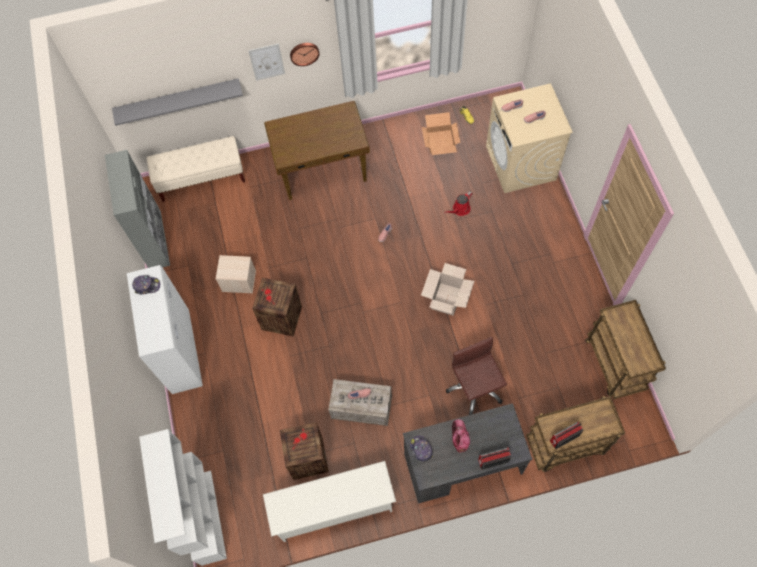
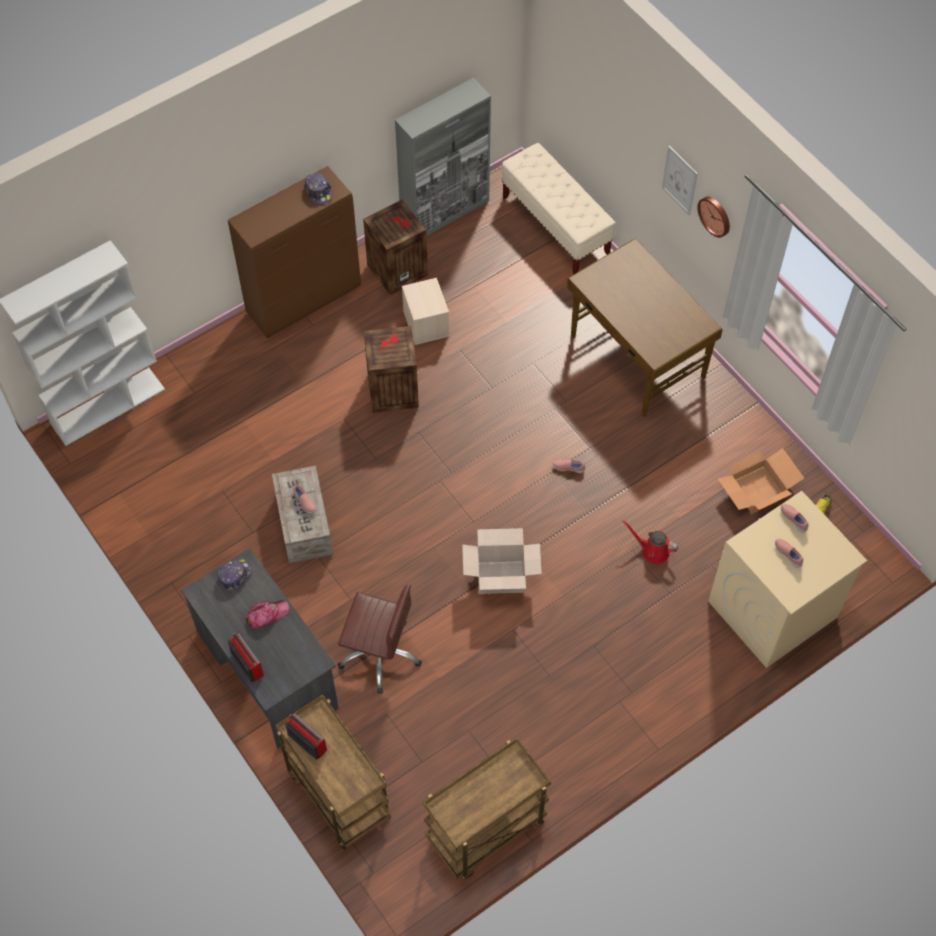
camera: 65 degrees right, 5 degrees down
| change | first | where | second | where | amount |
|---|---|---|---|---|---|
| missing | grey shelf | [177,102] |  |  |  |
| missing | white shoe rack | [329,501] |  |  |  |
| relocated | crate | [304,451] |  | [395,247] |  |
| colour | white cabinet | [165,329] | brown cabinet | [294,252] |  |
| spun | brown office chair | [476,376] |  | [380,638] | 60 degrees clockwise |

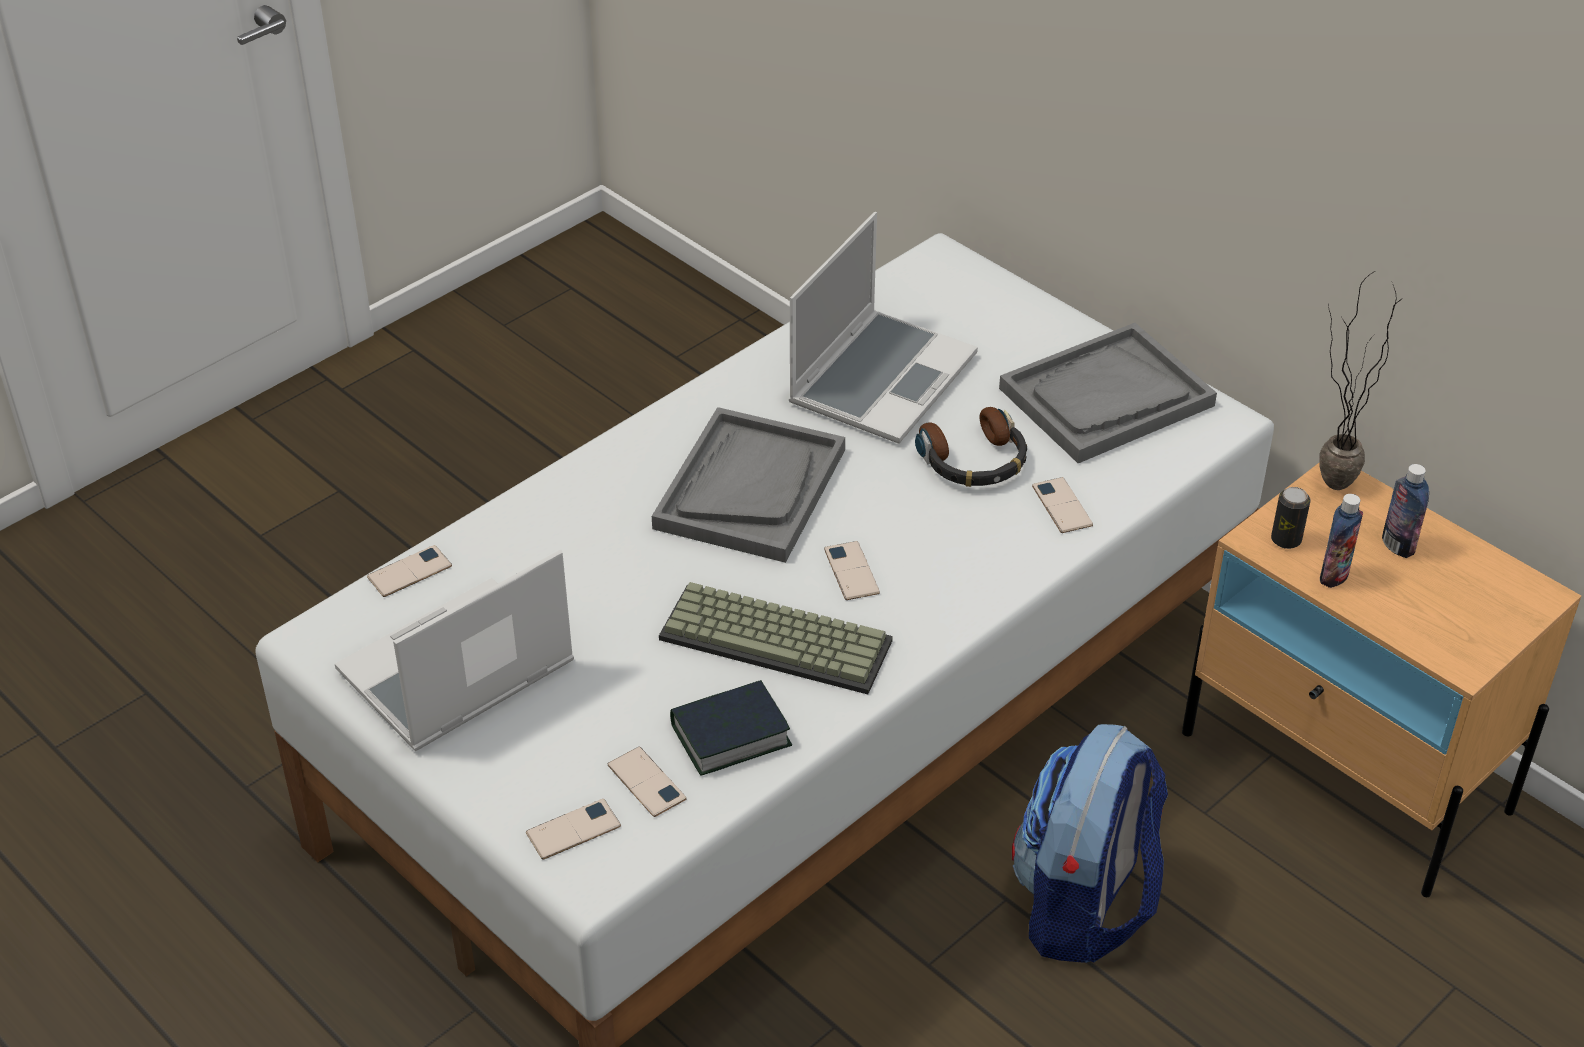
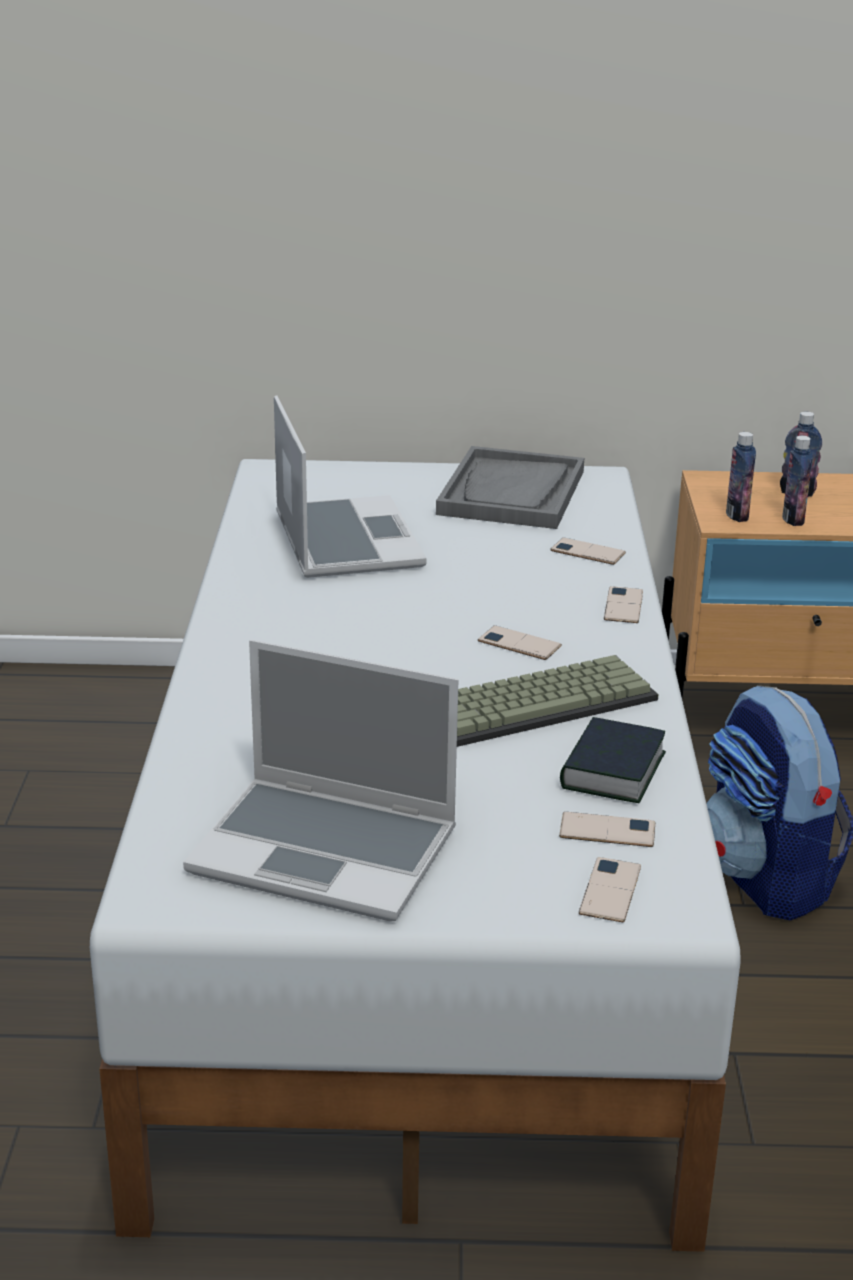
camera: 45 degrees left, 15 degrees down
| change | first | where | second | where | amount |
|---|---|---|---|---|---|
| missing | grey tray | [748,485] |  |  |  |
| missing | headphones | [971,447] |  |  |  |
| missing | potted plant | [1360,380] |  |  |  |
| relocated | phone | [409,571] |  | [623,604] |  |
| exchanged | can | [1290,518] | bottle | [741,477] |  |
| spun | laptop | [454,650] |  | [321,781] | 75 degrees counterclockwise |

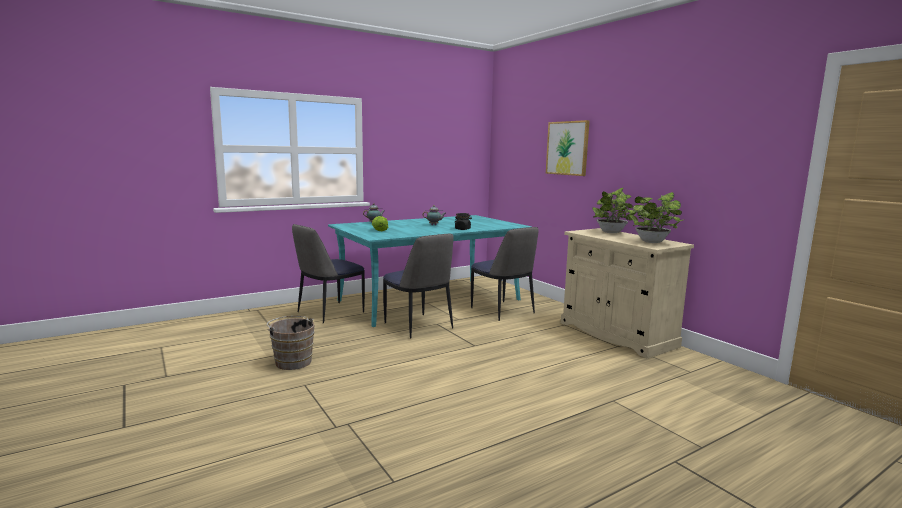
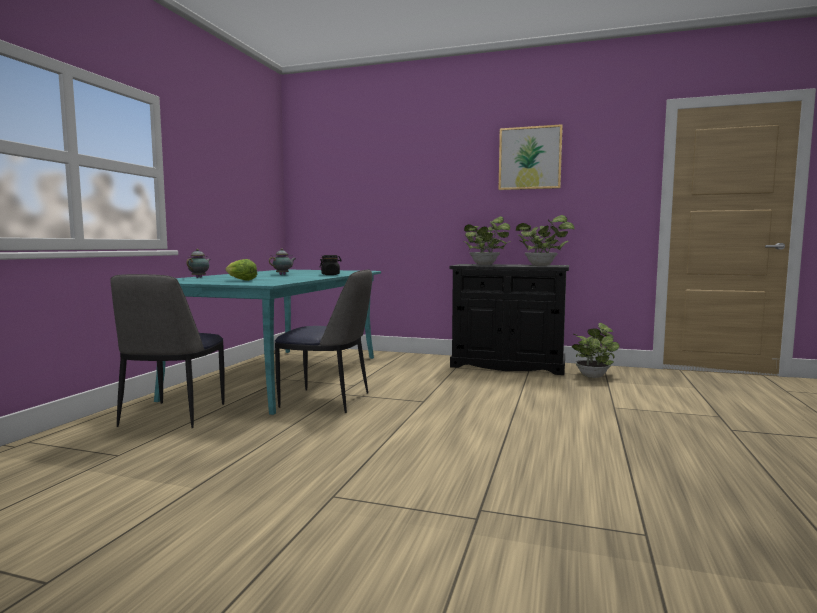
camera: 40 degrees left, 5 degrees down
| change | first | where | second | where | amount |
|---|---|---|---|---|---|
| missing | brown bucket | [290,343] |  |  |  |
| missing | chair | [505,274] |  |  |  |
| appeared |  |  | potted plant | [596,350] |  |
| relocated | picture | [568,148] |  | [530,157] |  |
| colour | beige cabinet | [627,293] | black cabinet | [509,319] |  |

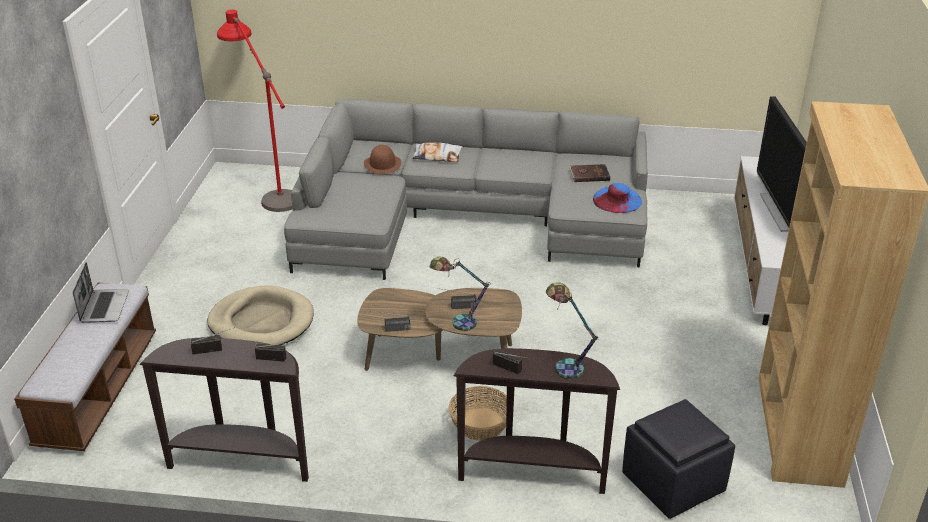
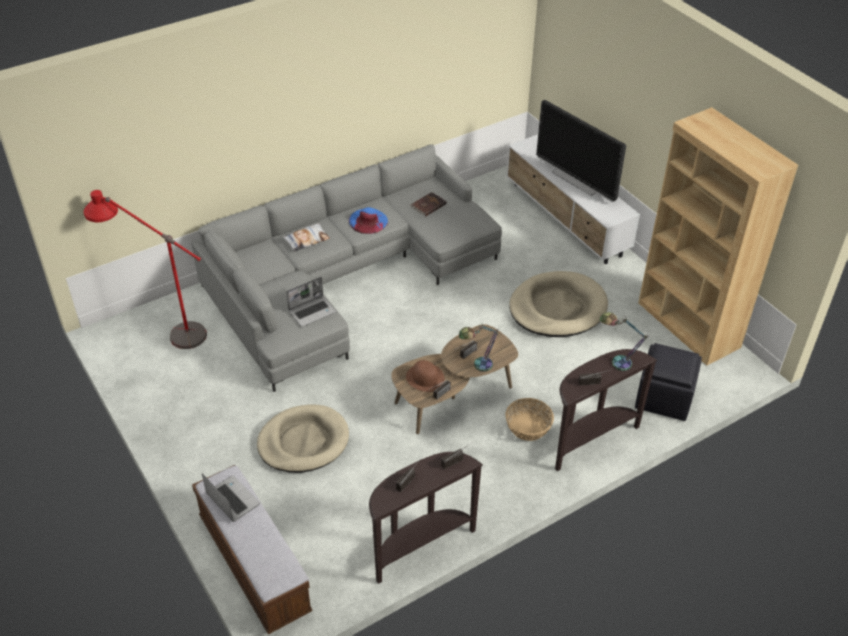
camera: 40 degrees left, 10 degrees up
| change | first | where | second | where | amount |
|---|---|---|---|---|---|
| appeared |  |  | laptop | [311,302] |  |
| appeared |  |  | beige dog bed | [558,304] |  |
| relocated | brown hat | [383,159] |  | [425,376] |  |
| relocated | blue hat | [617,198] |  | [368,220] |  |

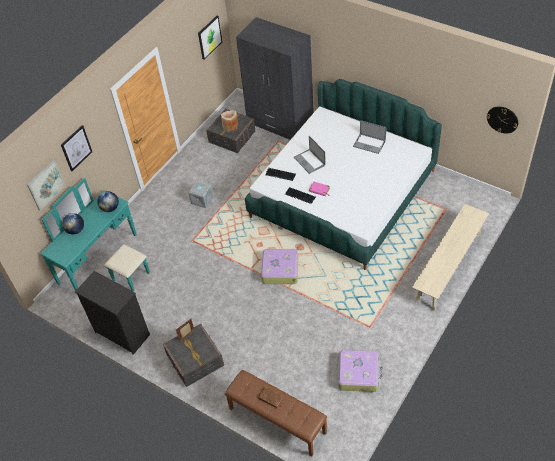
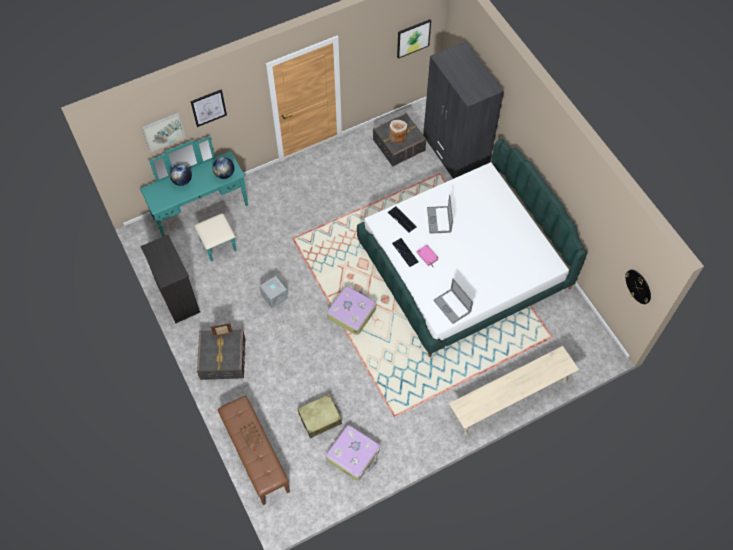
camera: 25 degrees right, 10 degrees up
| change | first | where | second | where | amount |
|---|---|---|---|---|---|
| appeared |  |  | beige suitcase | [319,416] |  |
| relocated | grey storage box | [200,194] |  | [274,292] |  |
| relocated | laptop | [369,137] |  | [453,301] |  |

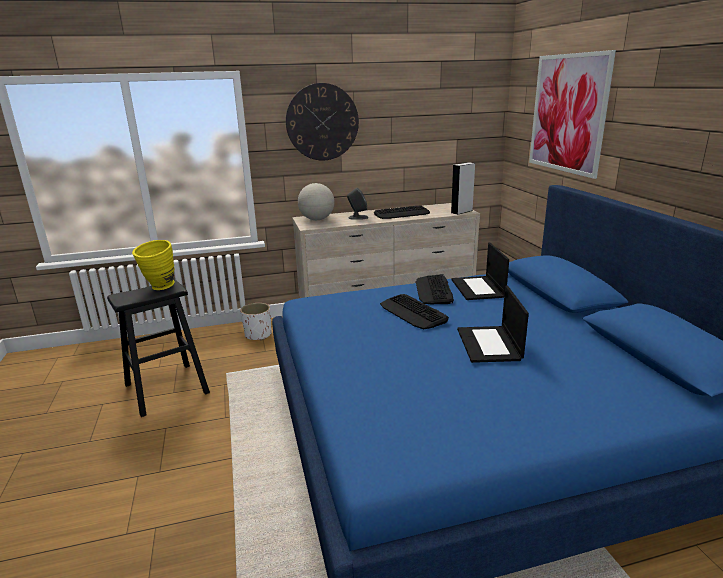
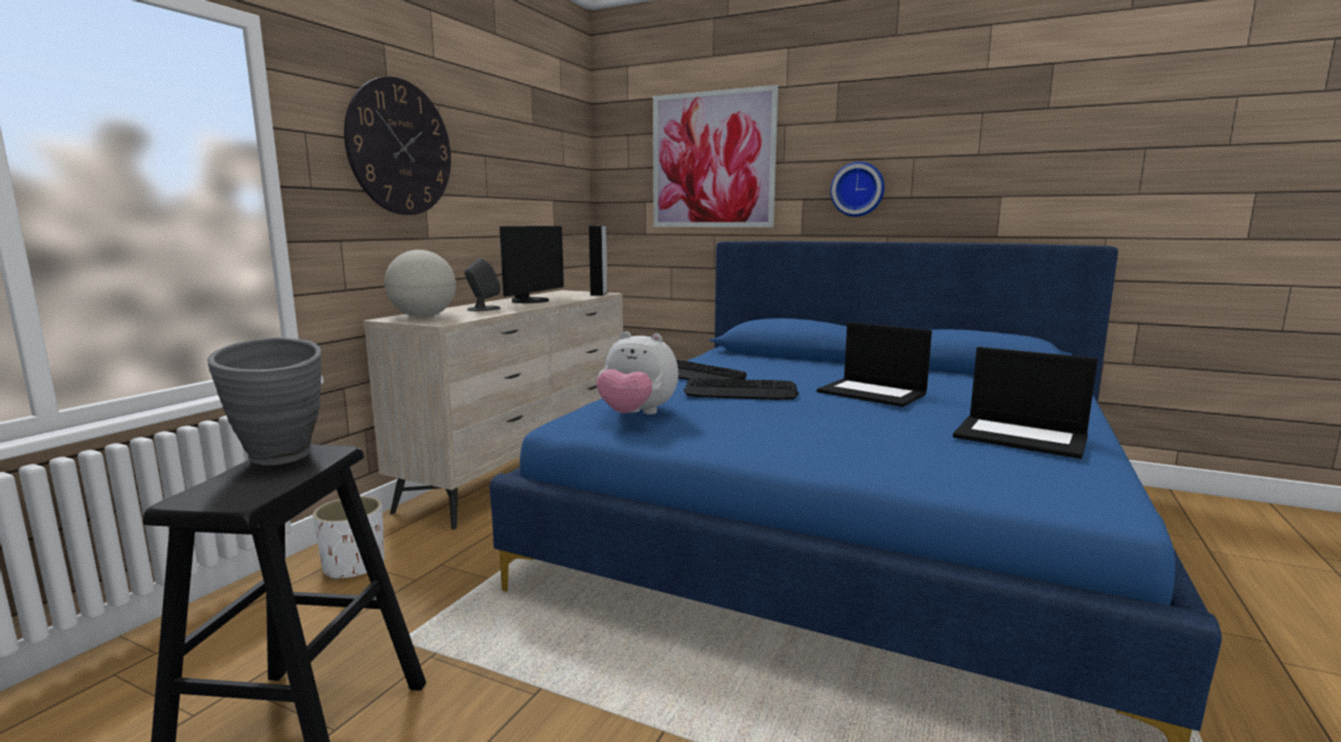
camera: 50 degrees left, 10 degrees down
| change | first | where | second | where | amount |
|---|---|---|---|---|---|
| appeared |  |  | plush toy | [637,372] |  |
| appeared |  |  | wall clock | [857,189] |  |
| relocated | laptop | [480,271] |  | [1025,403] |  |
| exchanged | keyboard | [402,212] | monitor | [532,264] |  |
| colour | yellow vase | [153,265] | grey vase | [264,401] |  |

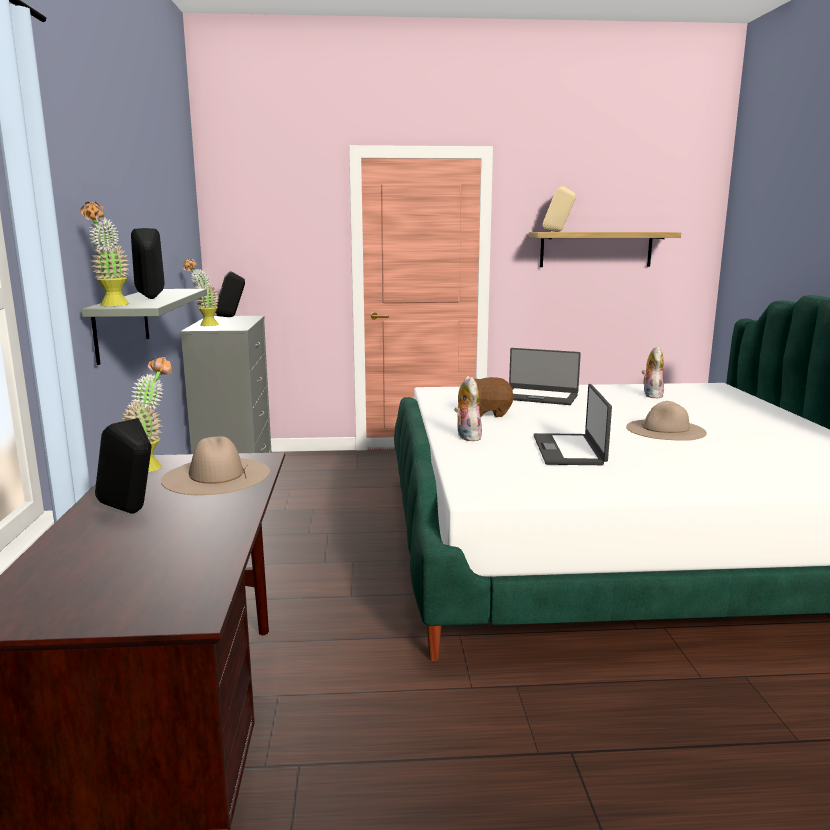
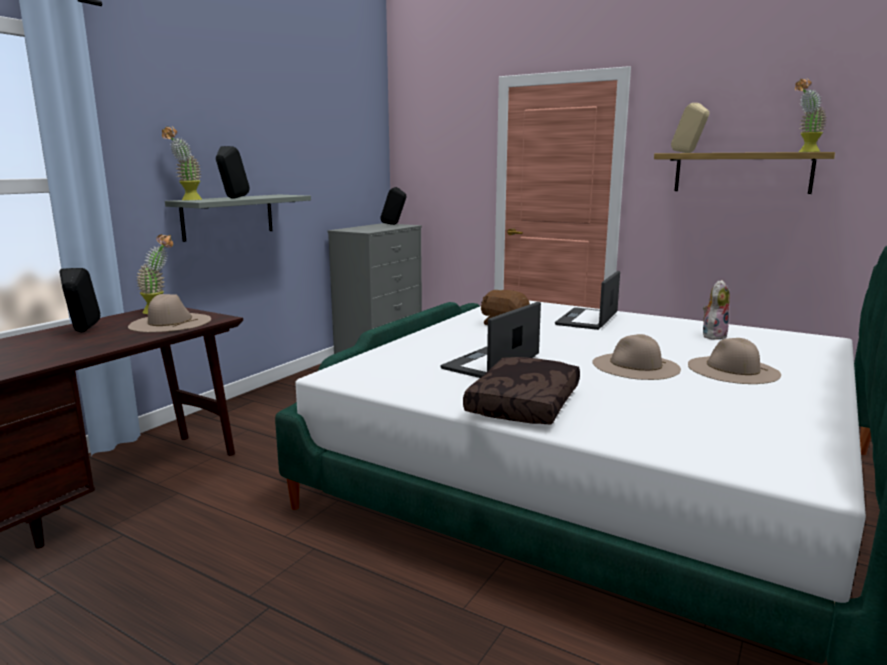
camera: 35 degrees right, 0 degrees up
| change | first | where | second | where | amount |
|---|---|---|---|---|---|
| missing | plush toy | [468,408] |  |  |  |
| appeared |  |  | brown pillow | [521,390] |  |
| appeared |  |  | beige hat | [734,361] |  |
| relocated | potted plant | [201,292] |  | [810,115] |  |
| spun | laptop | [545,376] |  | [587,300] | 60 degrees clockwise |

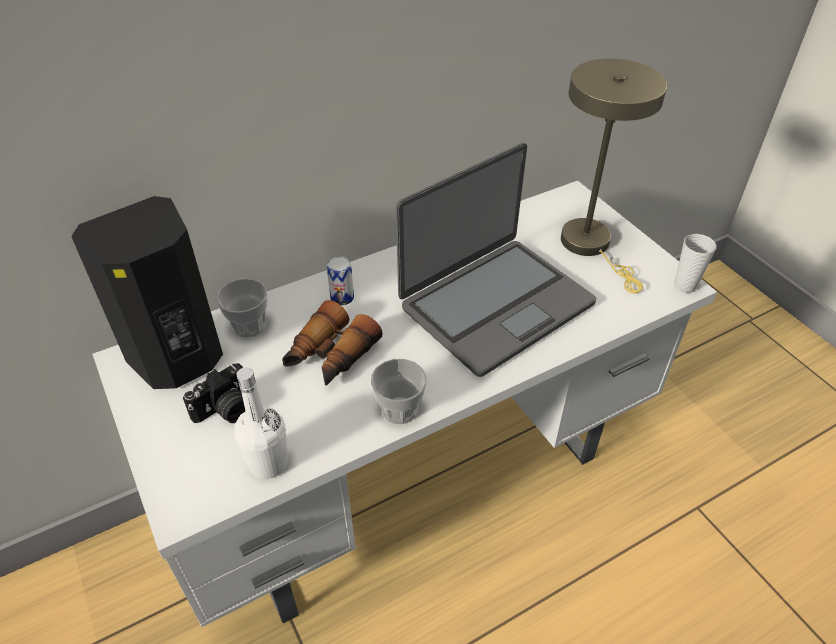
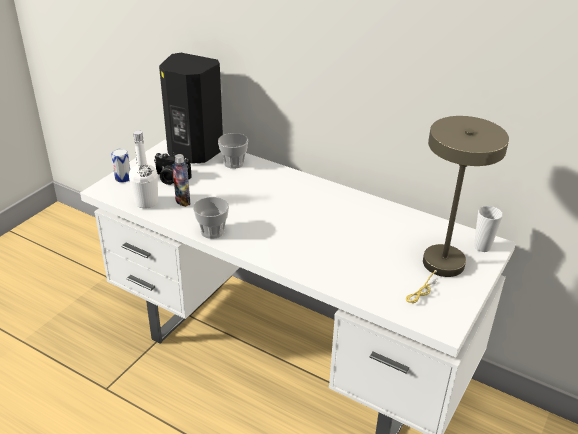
camera: 60 degrees right, 10 degrees down
| change | first | where | second | where | amount |
|---|---|---|---|---|---|
| missing | binoculars | [332,343] |  |  |  |
| missing | laptop | [496,260] |  |  |  |
| appeared |  |  | bottle | [181,180] |  |
| relocated | can | [340,281] |  | [120,166] |  |
| relocated | cup | [695,263] |  | [488,229] |  |

